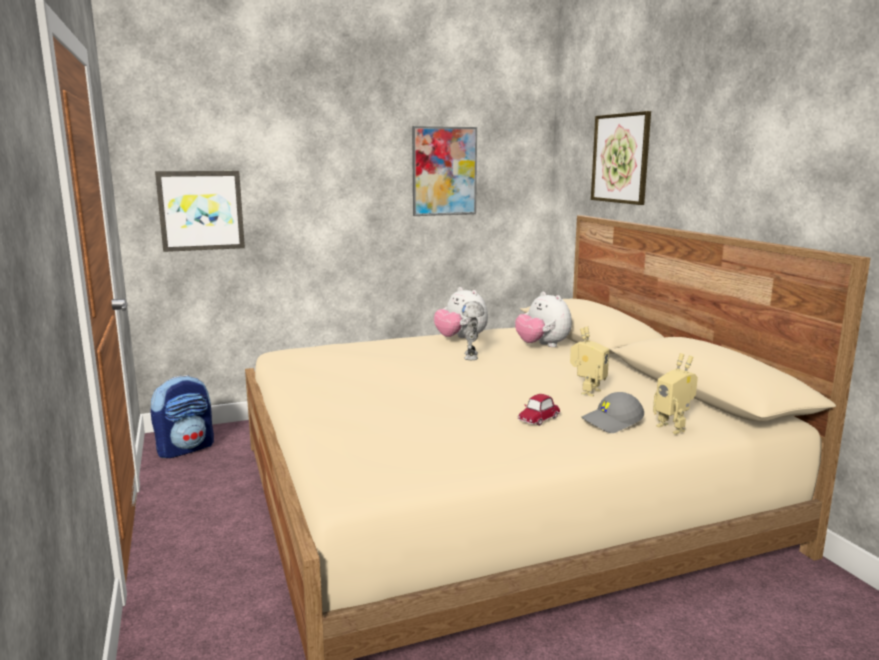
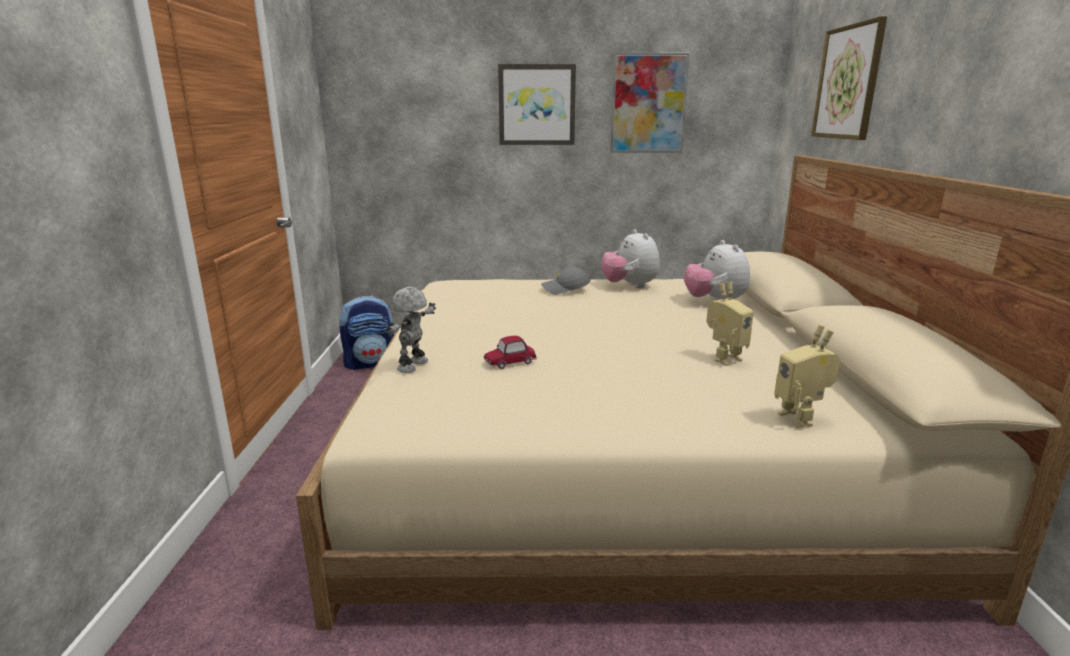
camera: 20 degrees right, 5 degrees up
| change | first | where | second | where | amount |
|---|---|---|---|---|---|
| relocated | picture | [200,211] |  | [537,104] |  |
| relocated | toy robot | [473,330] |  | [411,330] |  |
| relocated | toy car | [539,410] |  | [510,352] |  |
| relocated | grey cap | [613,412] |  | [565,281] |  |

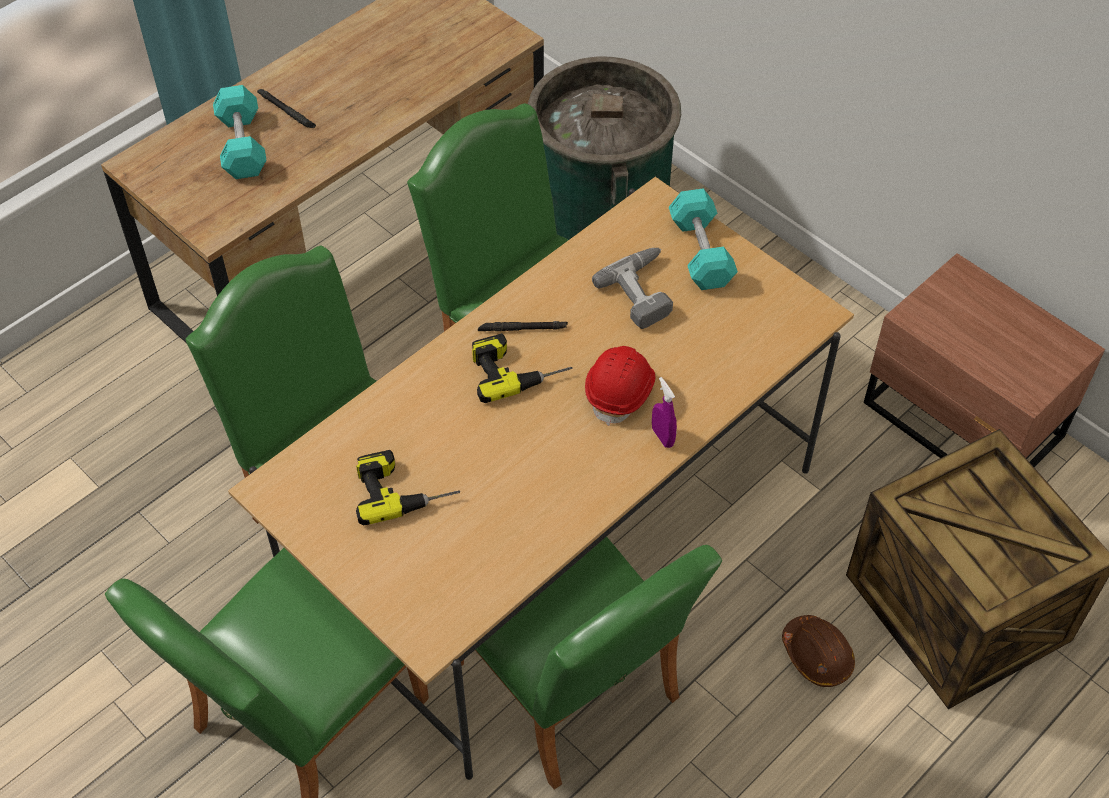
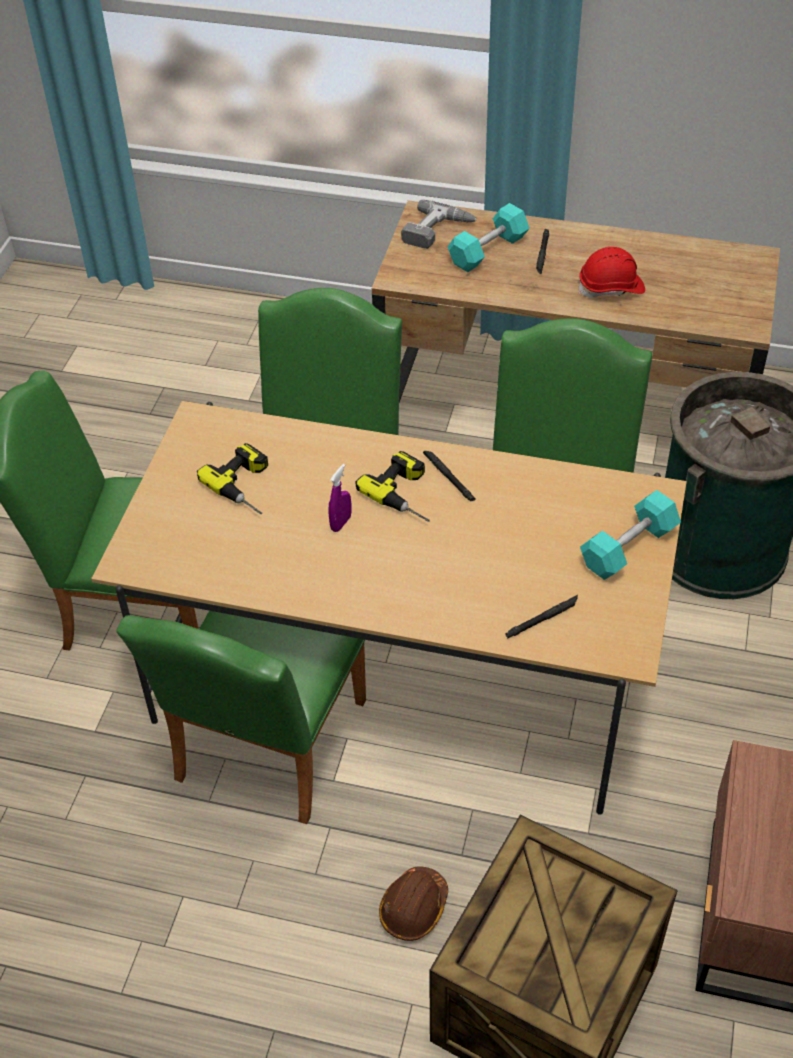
camera: 60 degrees right, 5 degrees down
| change | first | where | second | where | amount |
|---|---|---|---|---|---|
| appeared |  |  | black flashlight | [541,617] |  |
| relocated | red hard hat | [620,386] |  | [611,272] |  |
| relocated | power drill | [632,288] |  | [439,224] |  |
| relocated | purple spray bottle | [664,412] |  | [340,498] |  |

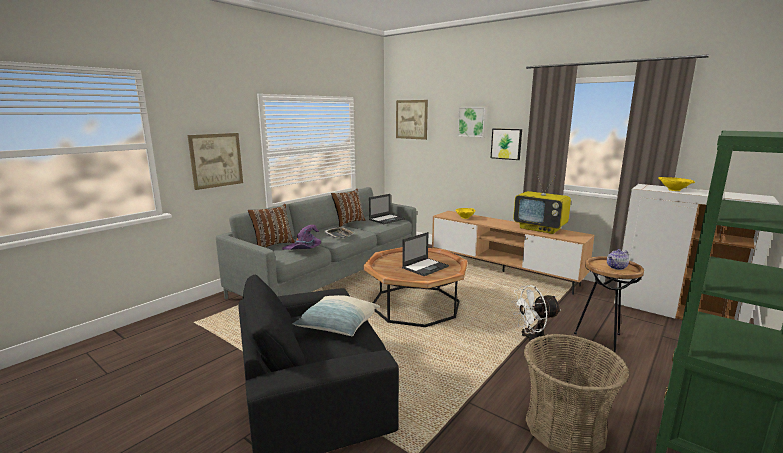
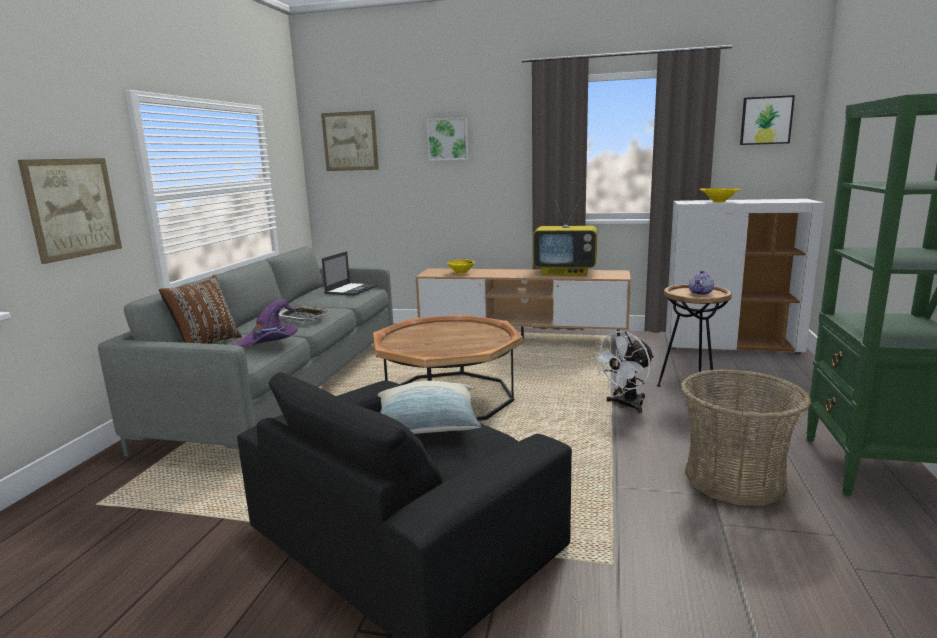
camera: 25 degrees left, 0 degrees up
| change | first | where | second | where | amount |
|---|---|---|---|---|---|
| missing | brown pillow | [348,208] |  |  |  |
| missing | laptop | [425,254] |  |  |  |
| relocated | picture | [506,144] |  | [767,120] |  |

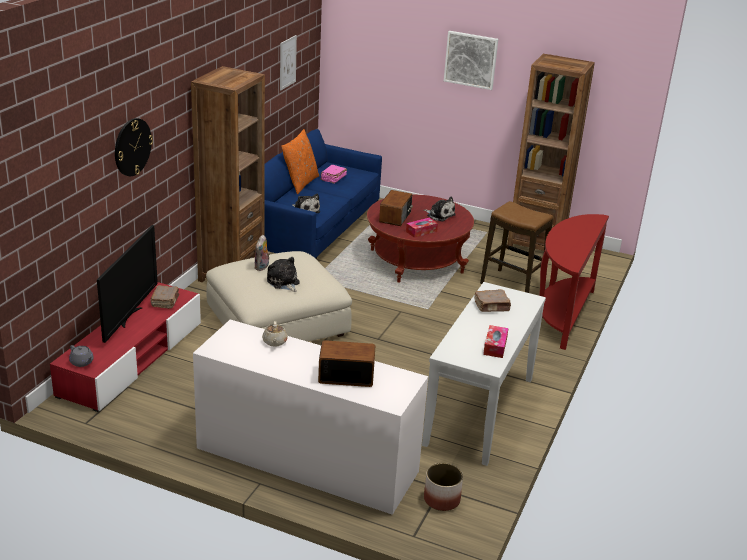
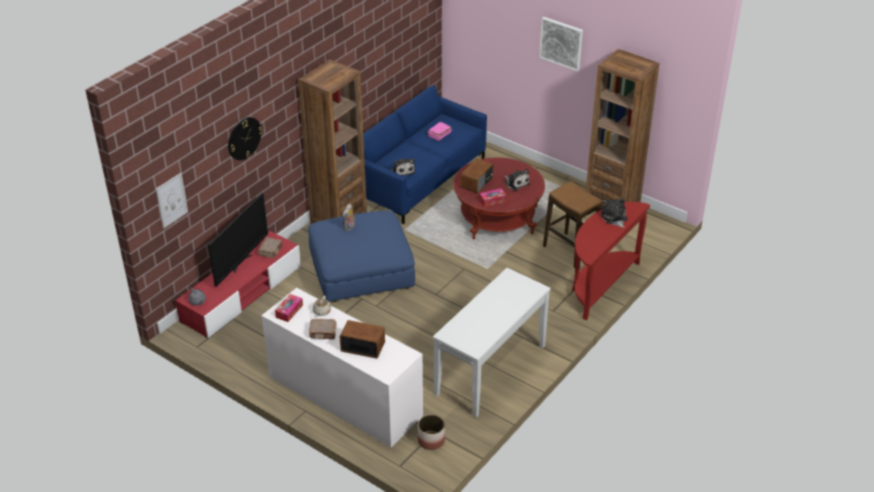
camera: 15 degrees right, 10 degrees up
| change | first | where | second | where | amount |
|---|---|---|---|---|---|
| missing | orange pillow | [300,161] |  |  |  |
| relocated | plush toy | [283,274] |  | [614,213] |  |
| relocated | picture | [288,63] |  | [172,201] |  |
| relocated | brown book | [492,300] |  | [323,329] |  |
| relocated | tissue box | [496,341] |  | [289,308] |  |
| colour | beige ottoman | [279,296] | blue ottoman | [361,256] |  |

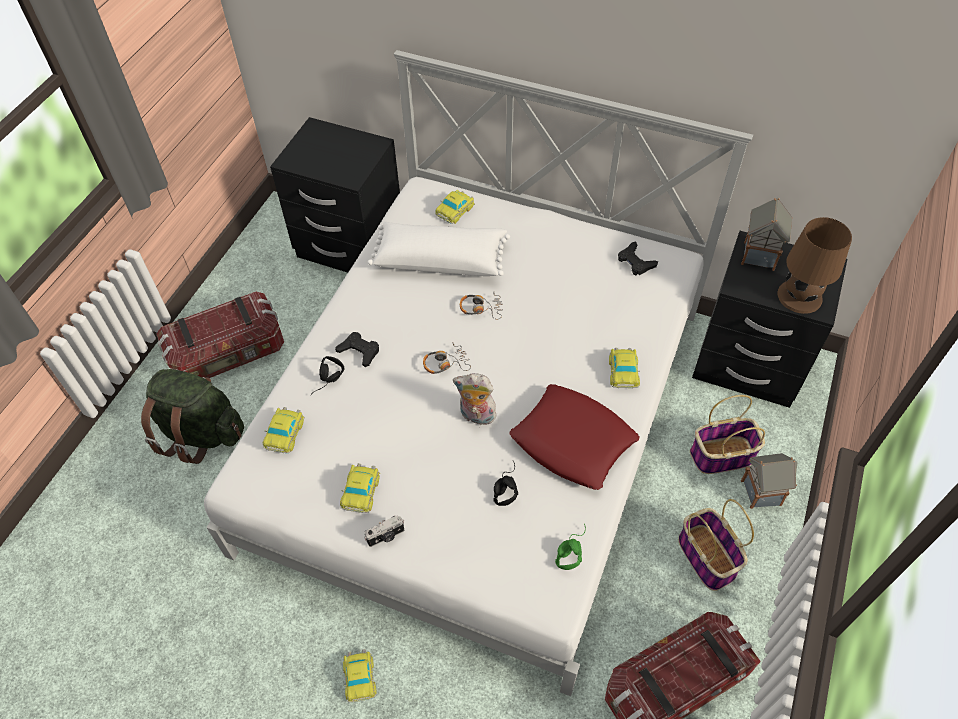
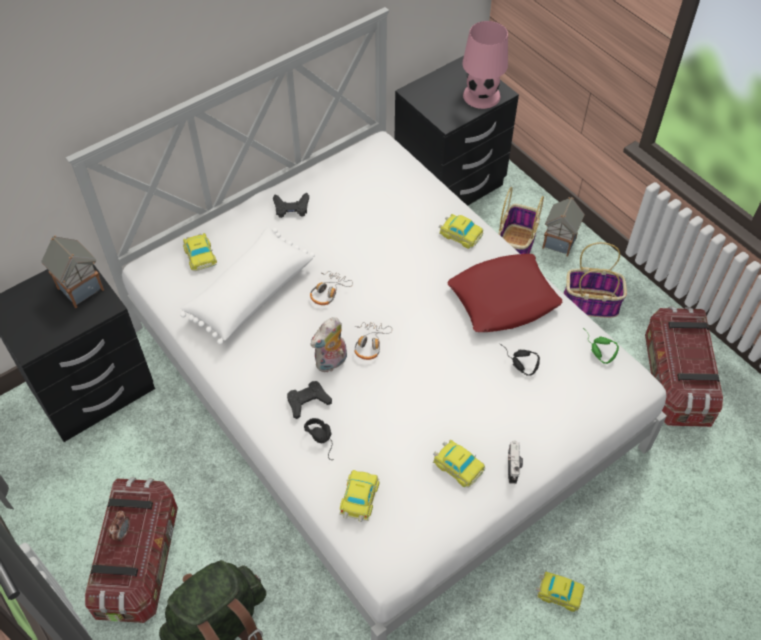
camera: 60 degrees left, 0 degrees up
| change | first | where | second | where | amount |
|---|---|---|---|---|---|
| appeared |  |  | alarm clock | [119,526] |  |
| relocated | plush toy | [474,399] |  | [329,344] |  |
| relocated | black game controller | [638,258] |  | [291,205] |  |
| relocated | toy house | [766,234] |  | [72,271] |  |
| colour | brown table lamp | [815,265] | pink table lamp | [485,65] |  |
| spun | toy car | [284,430] |  | [359,496] | 120 degrees counterclockwise |

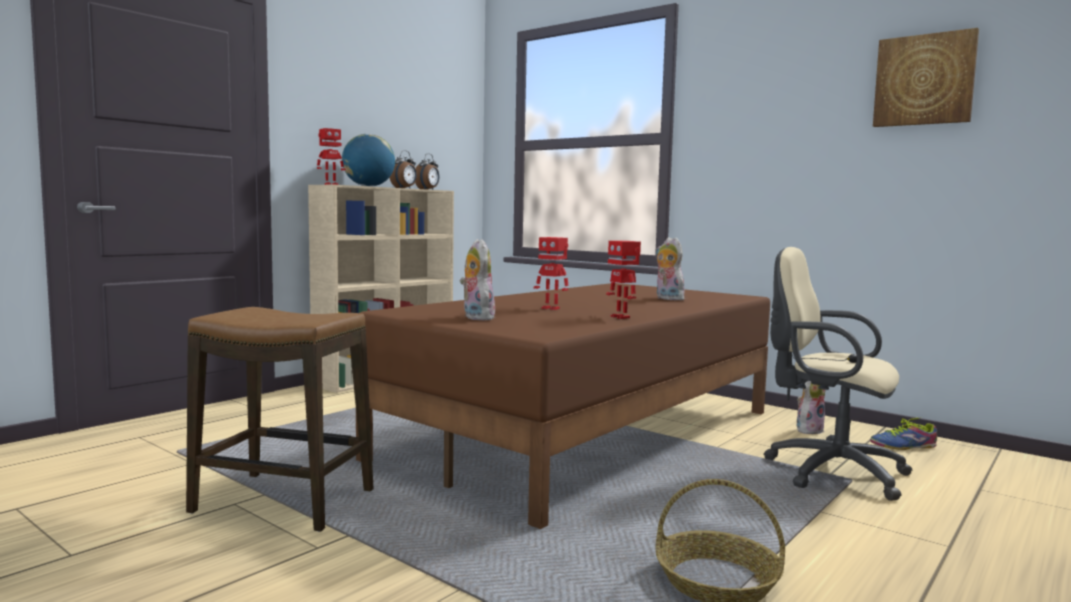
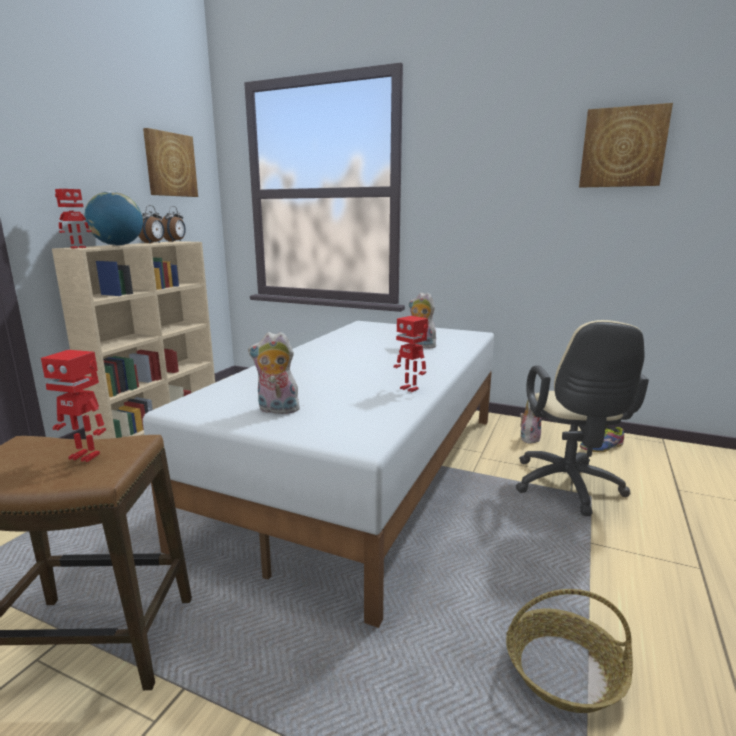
camera: 15 degrees left, 10 degrees up
| change | first | where | second | where | amount |
|---|---|---|---|---|---|
| appeared |  |  | picture | [170,162] |  |
| relocated | toy robot | [551,273] |  | [73,406] |  |
| colour | brown bed | [563,406] | white bed | [318,474] |  |
| spun | plush toy | [477,279] |  | [274,373] | 45 degrees counterclockwise |
| spun | beige office chair | [838,374] |  | [582,418] | 105 degrees counterclockwise |

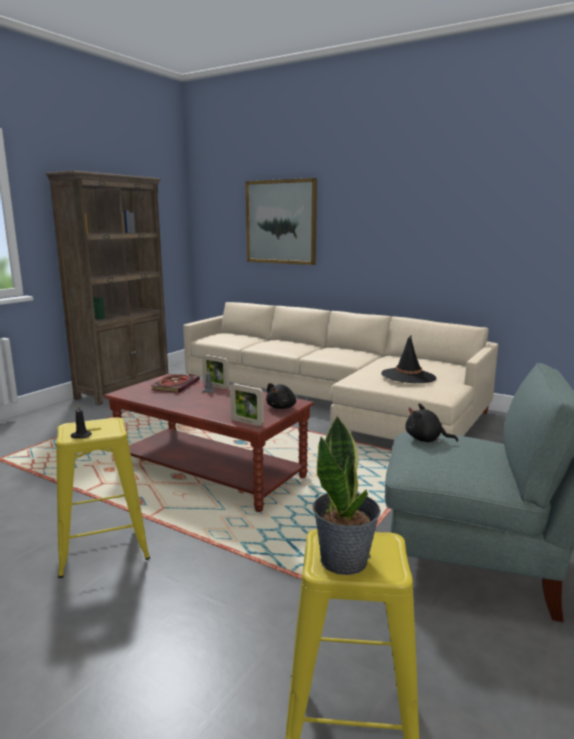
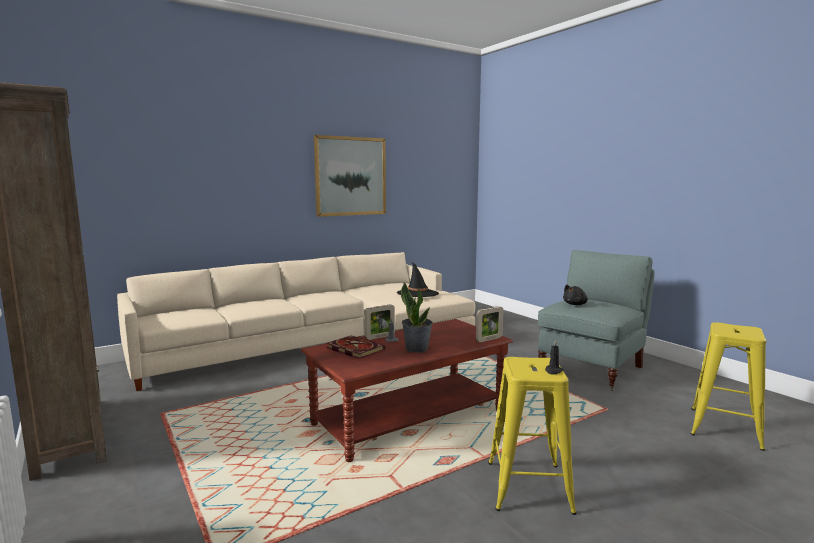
camera: 65 degrees left, 5 degrees down
| change | first | where | second | where | amount |
|---|---|---|---|---|---|
| missing | black plush toy | [281,396] |  |  |  |
| relocated | picture | [281,221] |  | [350,176] |  |
| relocated | potted plant | [347,495] |  | [417,318] |  |

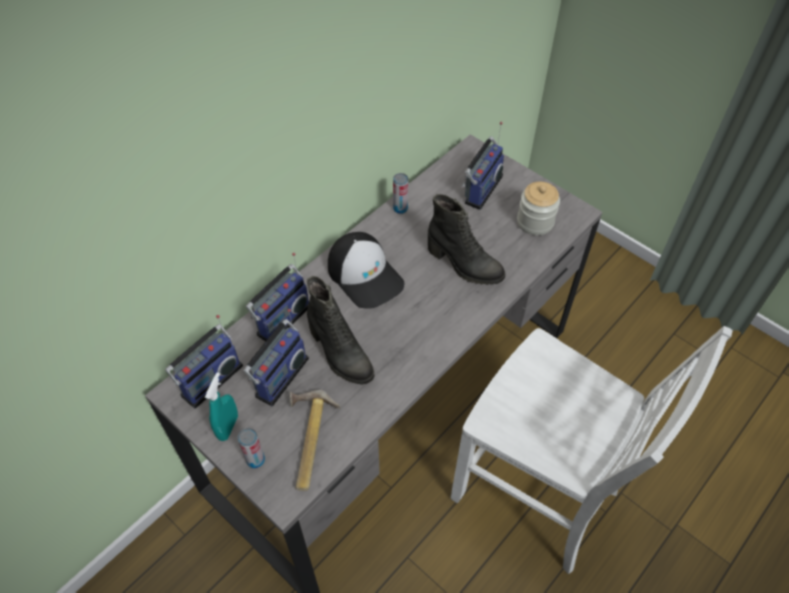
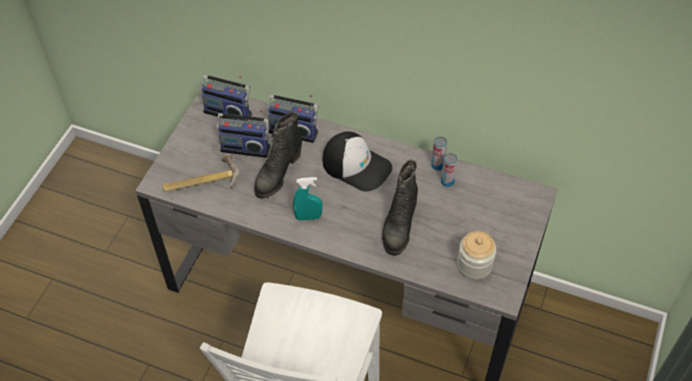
camera: 70 degrees right, 0 degrees up
| change | first | where | second | where | amount |
|---|---|---|---|---|---|
| missing | radio | [482,166] |  |  |  |
| relocated | turquoise spray bottle | [221,406] |  | [307,199] |  |
| relocated | can | [251,448] |  | [449,170] |  |
| spun | cap | [366,270] |  | [357,161] | 90 degrees counterclockwise |

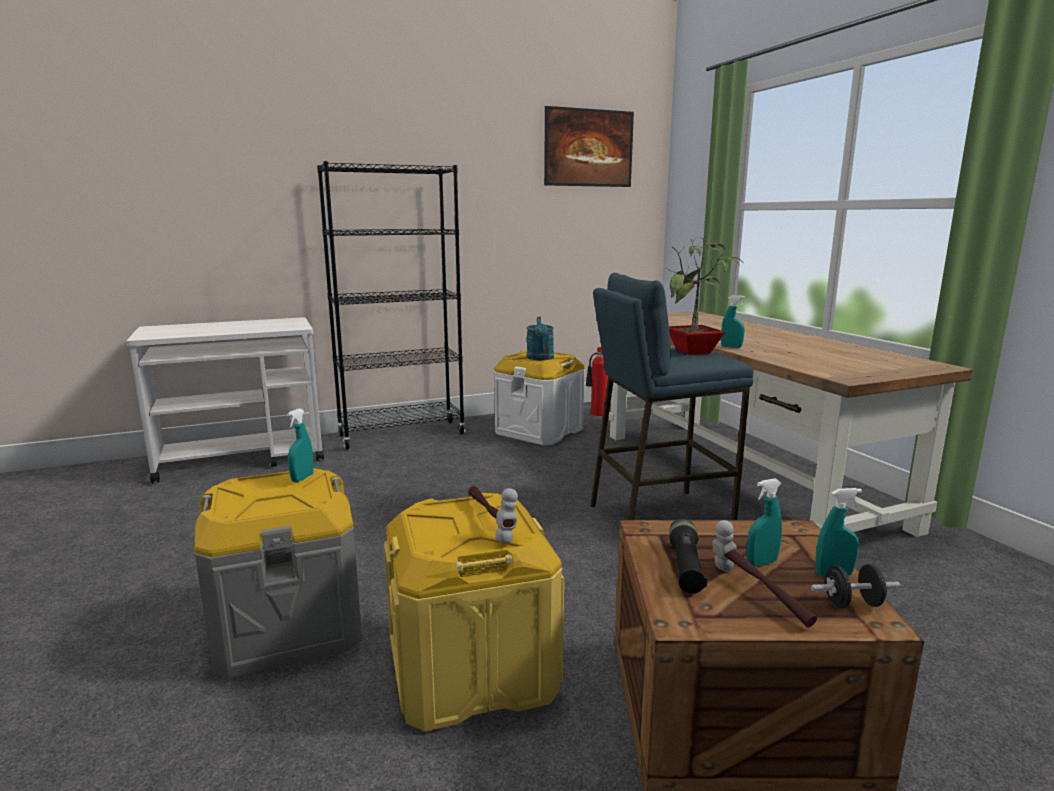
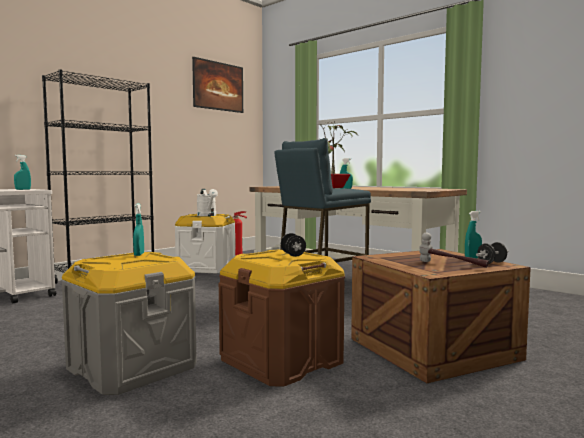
camera: 25 degrees left, 10 degrees down
| change | first | where | second | where | amount |
|---|---|---|---|---|---|
| missing | black flashlight | [688,556] |  |  |  |
| relocated | turquoise spray bottle | [764,522] |  | [22,172] |  |
| exchanged | hammer | [493,514] | black dumbbell | [293,245] |  |
| colour | yellow storage box | [474,612] | brown storage box | [282,318] |  |
| colour | turquoise watering can | [540,338] | white watering can | [207,202] |  |

